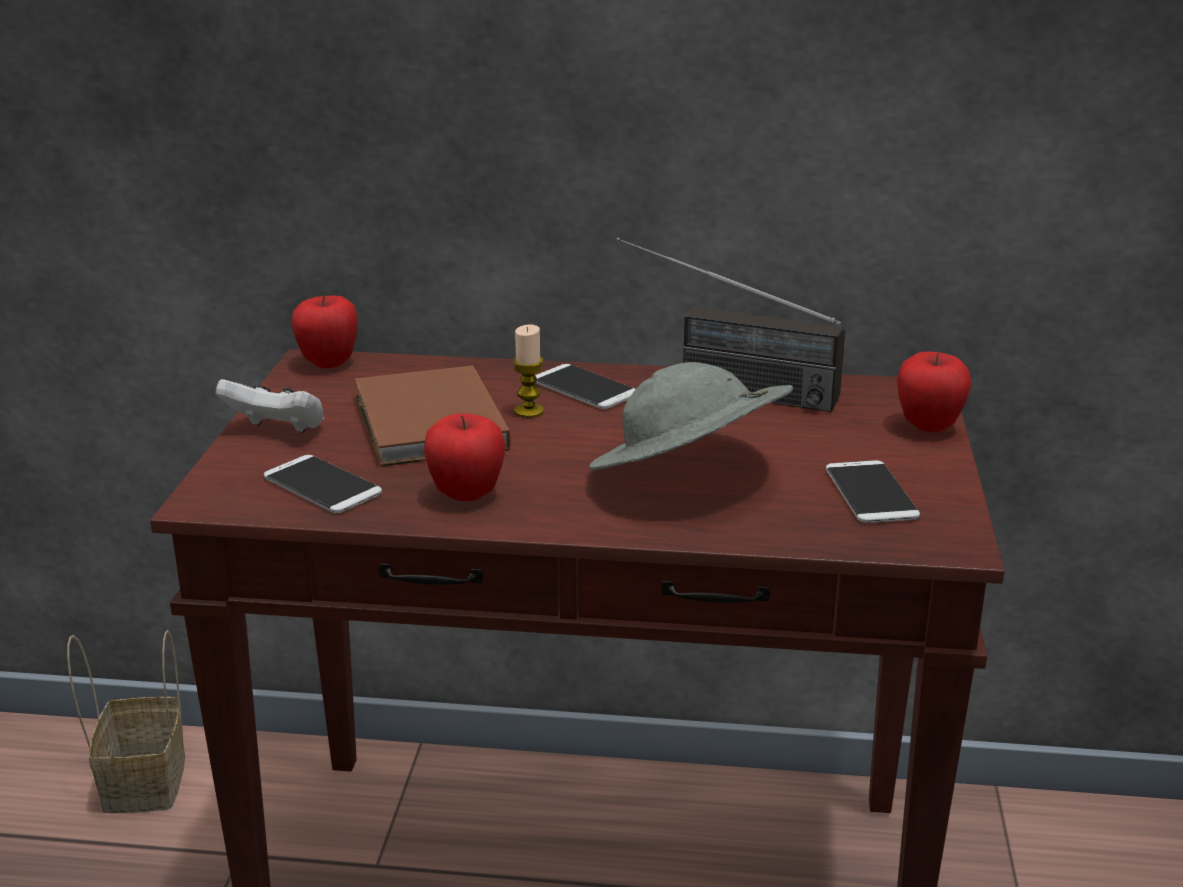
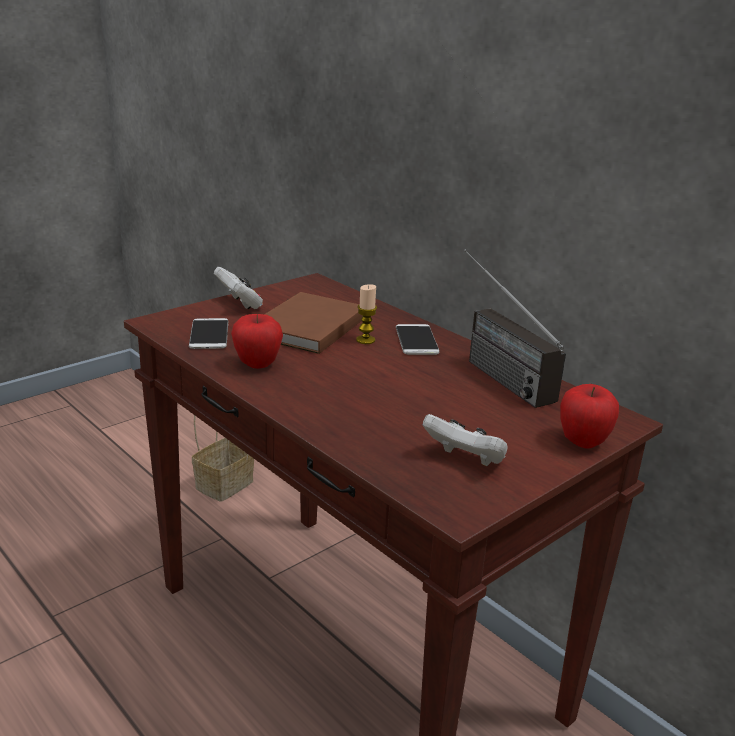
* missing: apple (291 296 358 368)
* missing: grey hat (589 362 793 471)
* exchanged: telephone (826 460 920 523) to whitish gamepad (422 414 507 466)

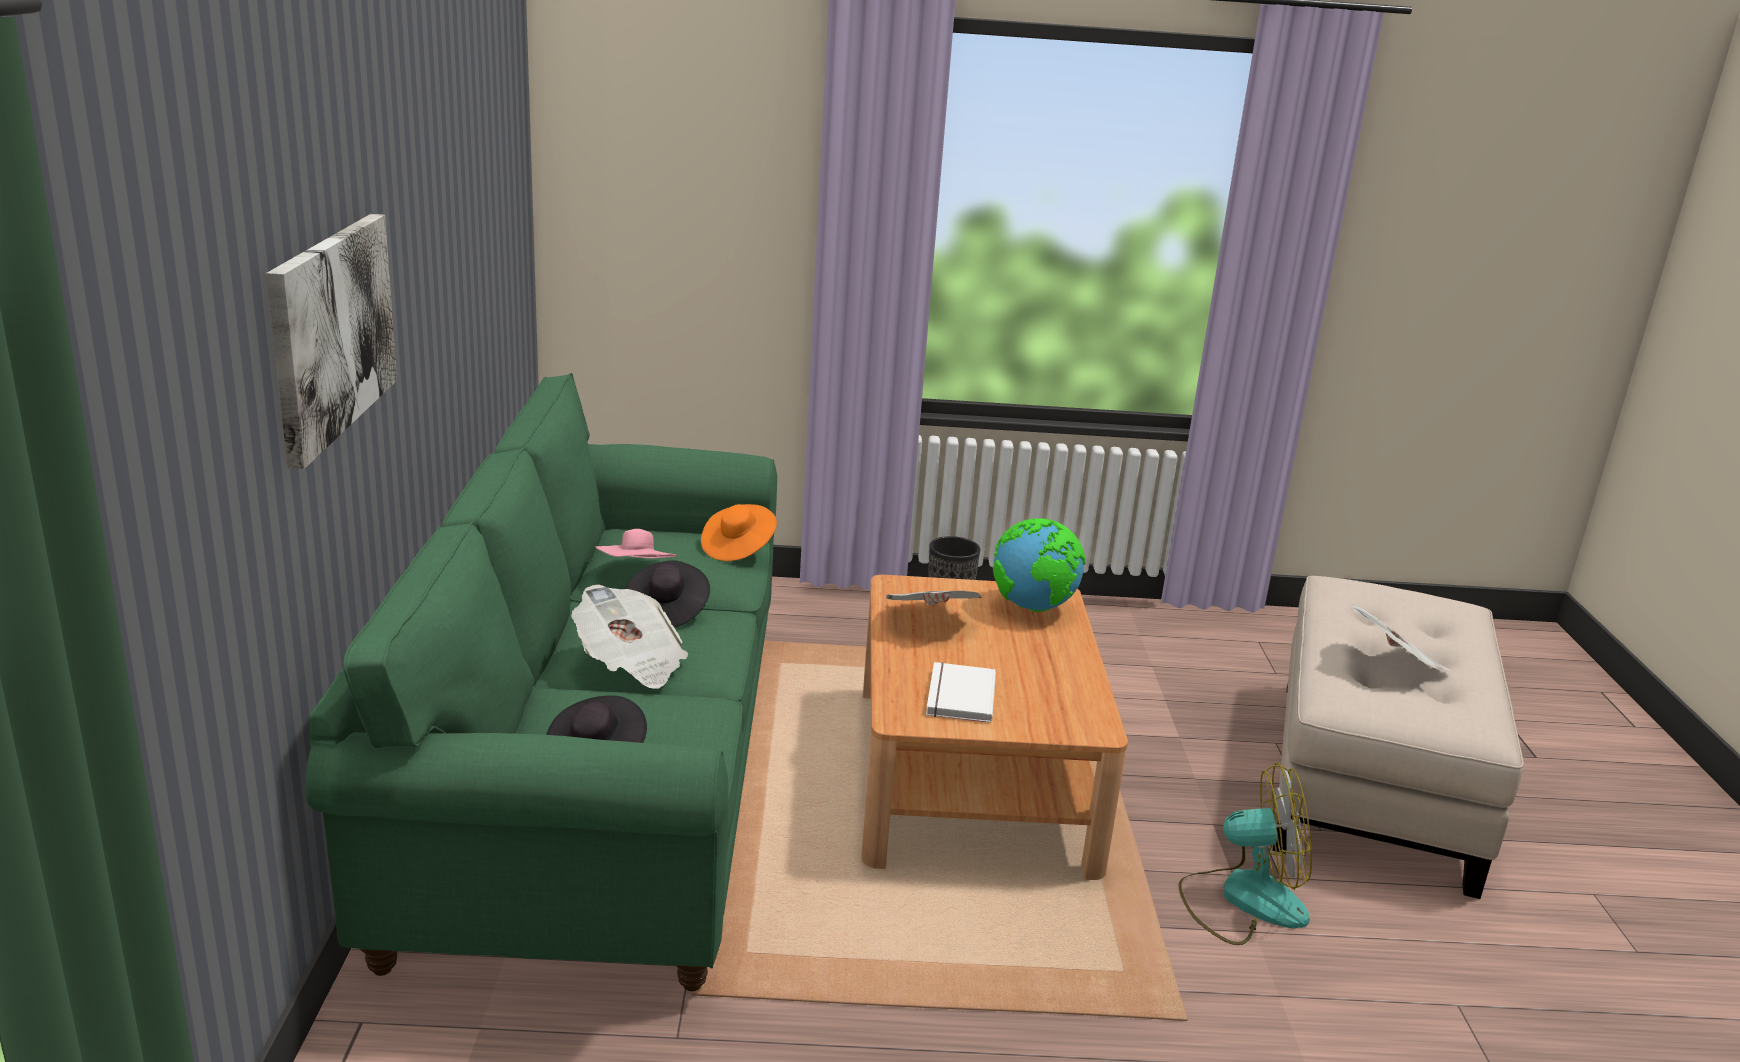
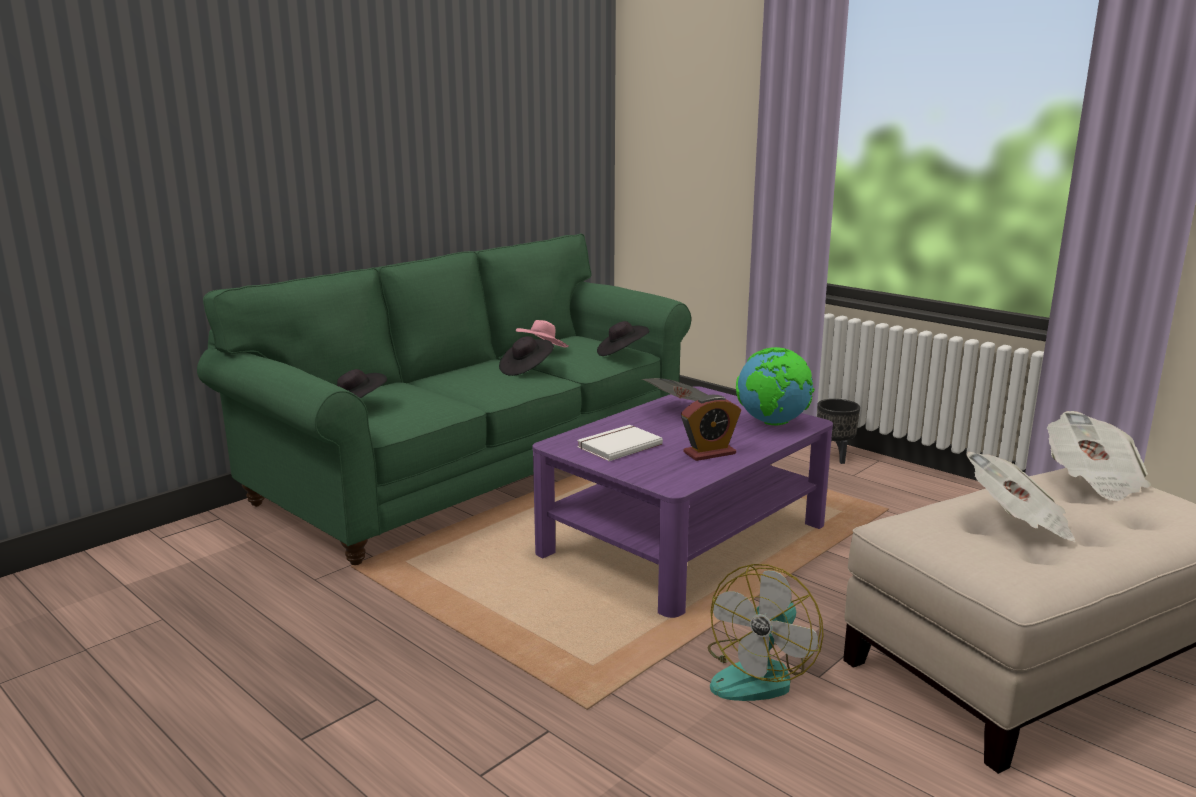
* missing: wall picture (266 214 397 469)
* relocated: newspaper (571 585 689 689) to (1047 411 1151 501)
* colour: orangey hat (701 504 777 561) to black-coloured hat (597 321 649 356)
* colour: brown coffee table (862 575 1128 880) to purplish coffee table (532 386 833 618)
* spun: fan (1178 763 1312 945) = (708 564 824 701) 75 degrees clockwise
* appeared: table clock (681 395 741 461)

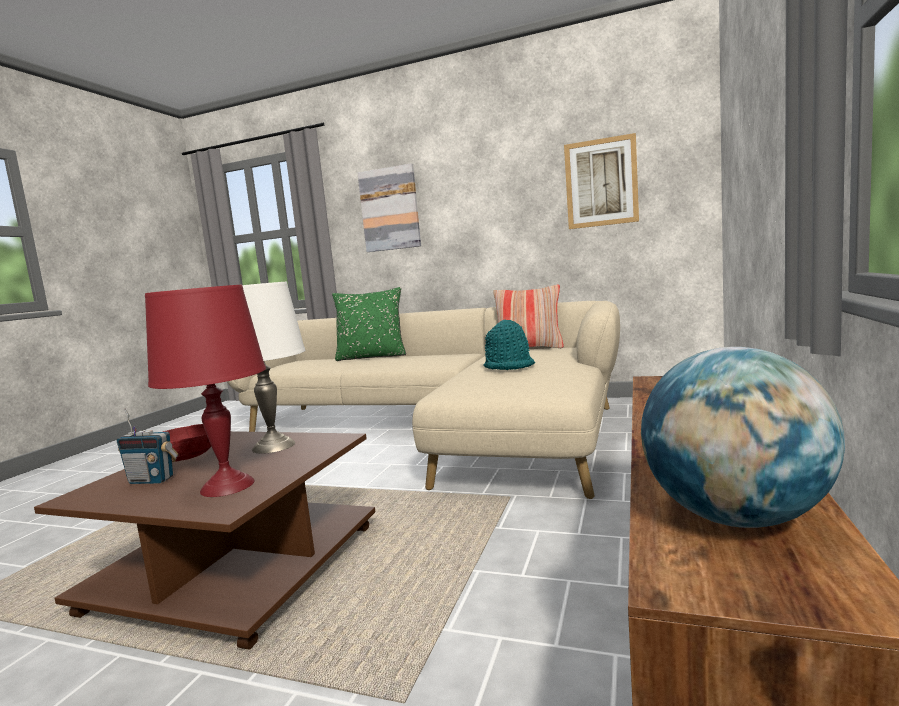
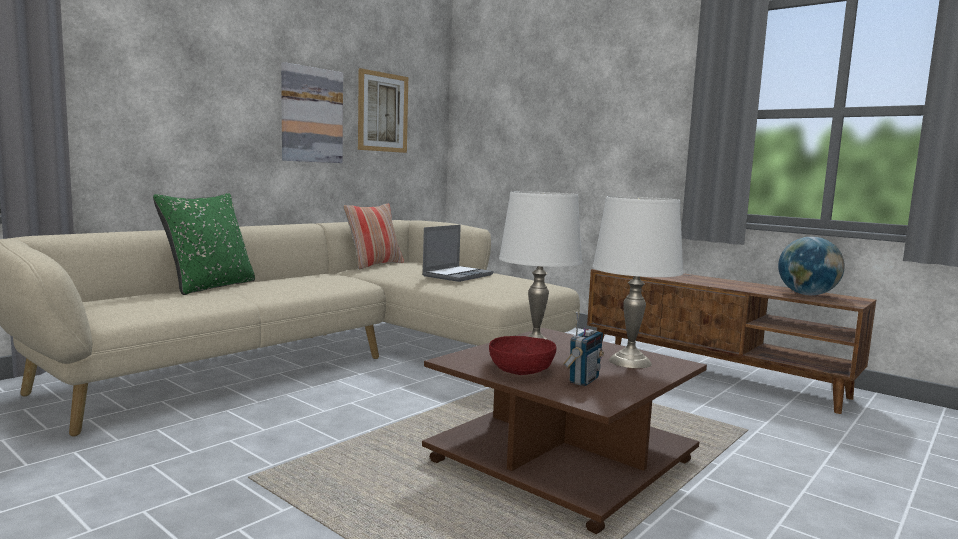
* colour: red-coloured table lamp (145 285 266 497) to whitish table lamp (593 196 683 368)
* relocated: wall picture (358 164 421 252) to (281 62 343 163)
* exchanged: turquoise hat (484 320 535 370) to notebook computer (422 225 493 282)

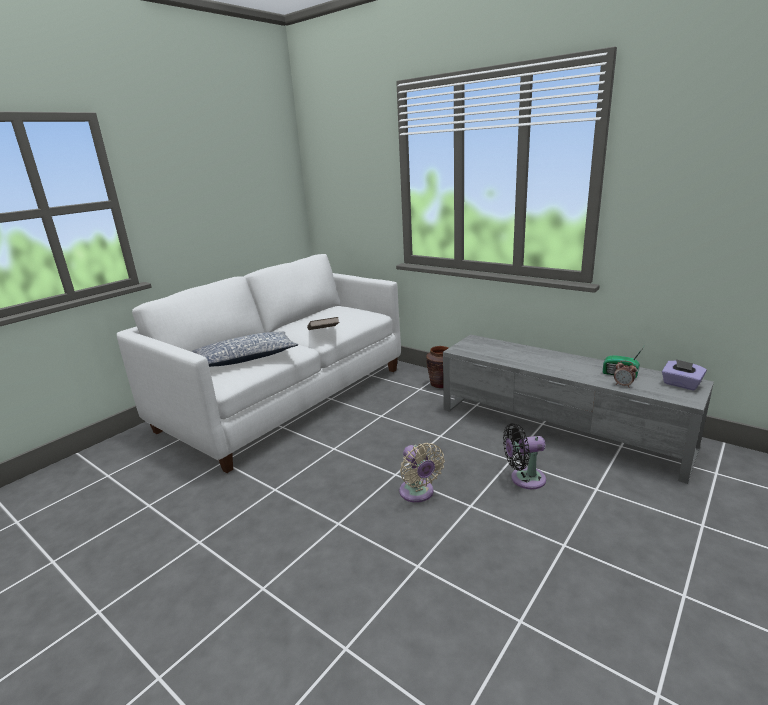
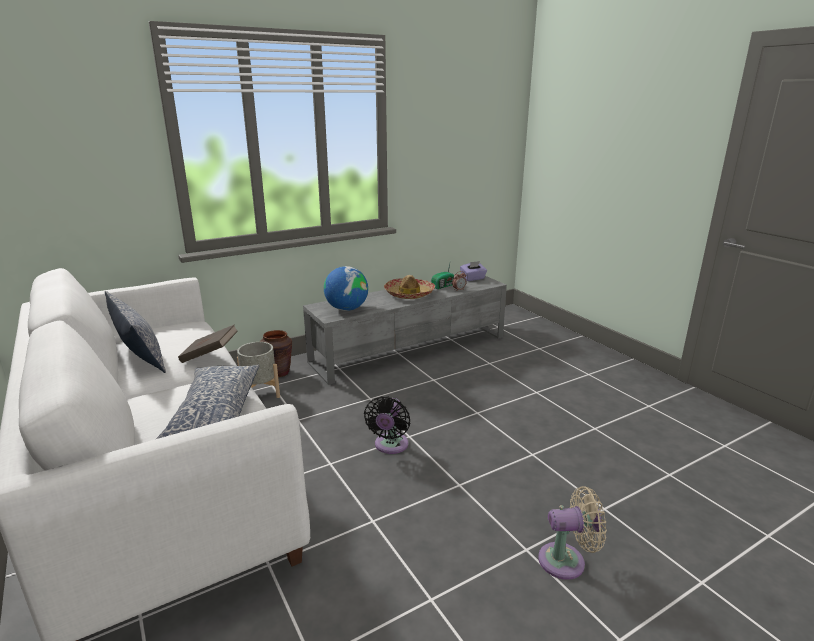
* relocated: sand-coloured fan (399 443 445 503) to (538 486 607 580)
* relocated: black-coloured fan (503 423 546 489) to (364 396 410 454)
* appeared: pillow (105 291 166 373)
* appeared: grey plant pot (237 342 280 398)
* appeared: world globe (324 266 368 311)
* appeared: hat (384 275 435 299)

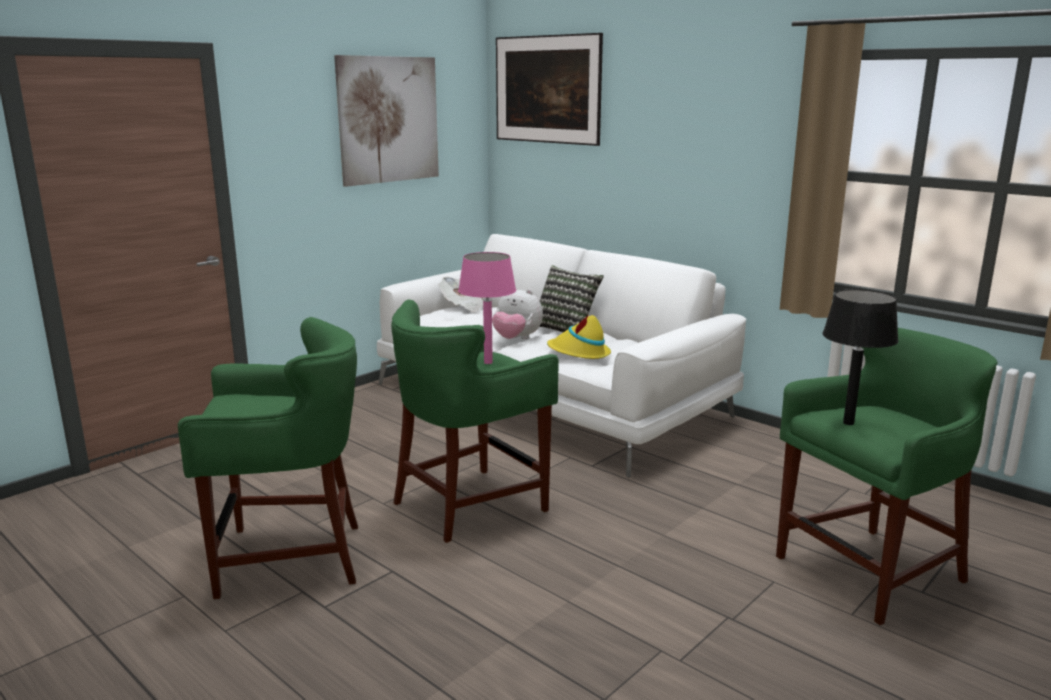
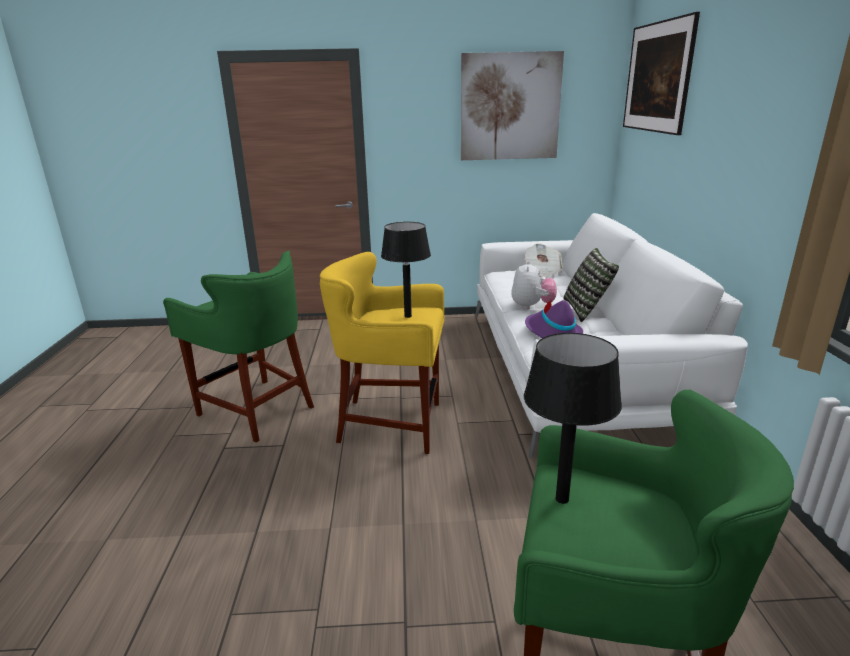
* colour: greenish stool (391 299 559 543) to yellowish stool (320 252 445 454)
* colour: pink-coloured table lamp (458 252 516 364) to black-coloured table lamp (381 222 431 318)
* spun: plush toy (492 289 543 339) = (511 261 557 310) 150 degrees counterclockwise
* colour: yellowish hat (547 315 611 359) to purplish hat (525 299 583 338)

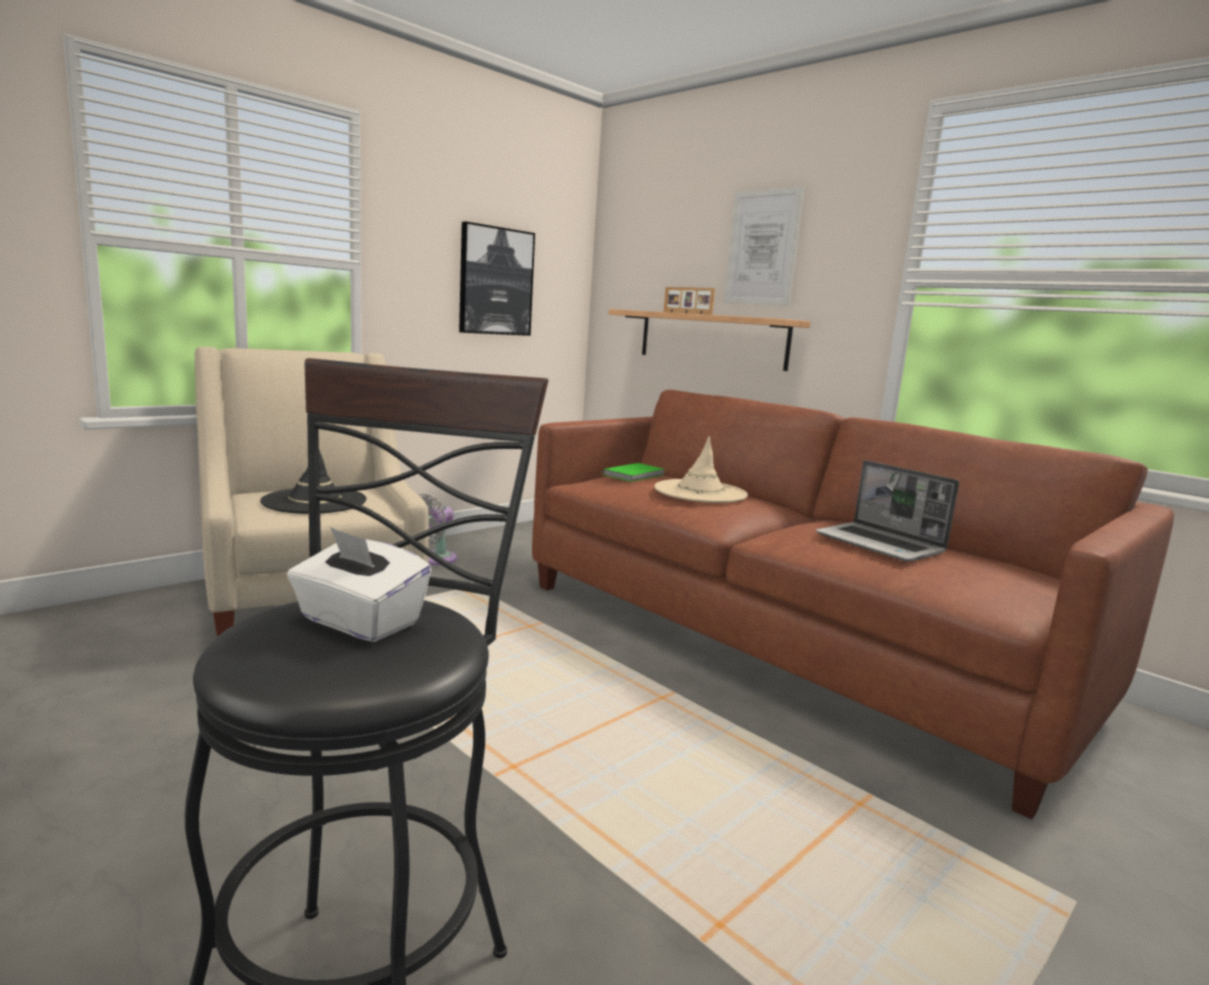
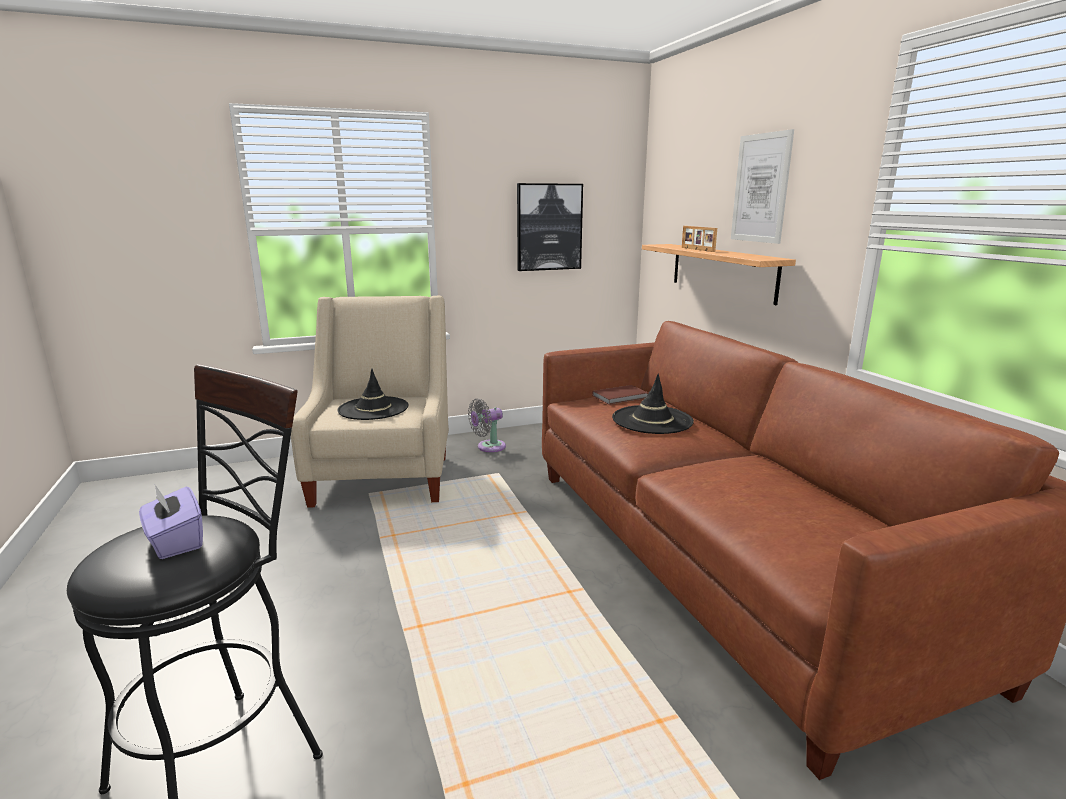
* colour: whitish tissue holder (287 527 431 642) to purplish tissue holder (139 485 203 559)
* colour: greenish bound book (602 463 664 482) to brown bound book (592 385 648 405)
* colour: sand-coloured hat (654 437 748 503) to black-coloured hat (612 374 694 434)
* missing: notebook computer (816 460 959 562)

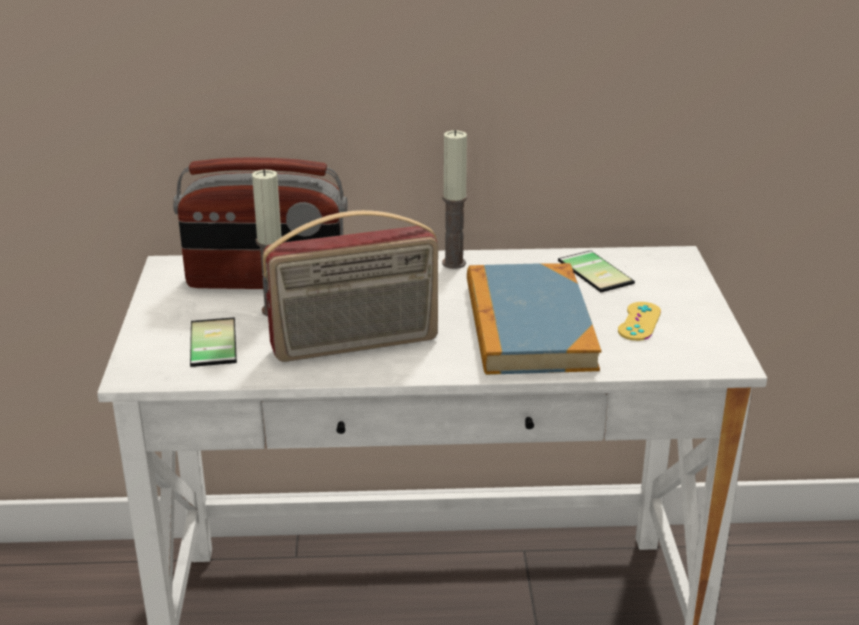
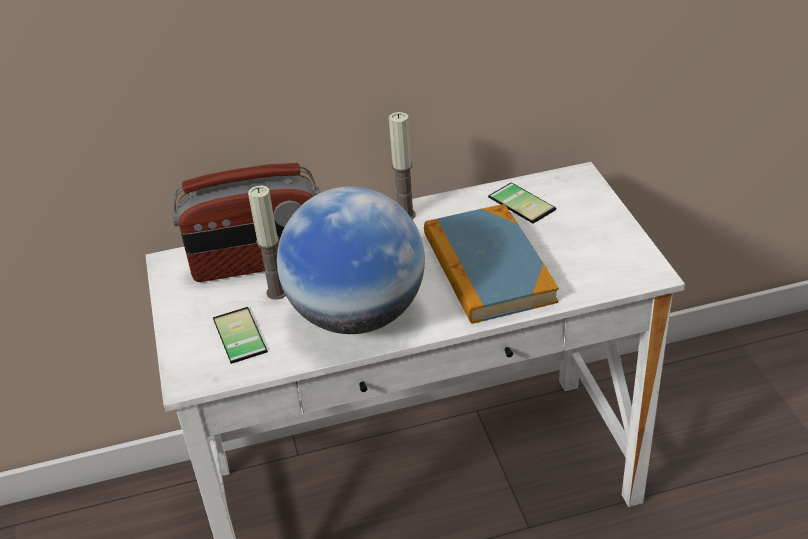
* exchanged: radio (263 210 438 362) to world globe (277 186 425 334)
* missing: yellowish gamepad (618 302 661 341)

